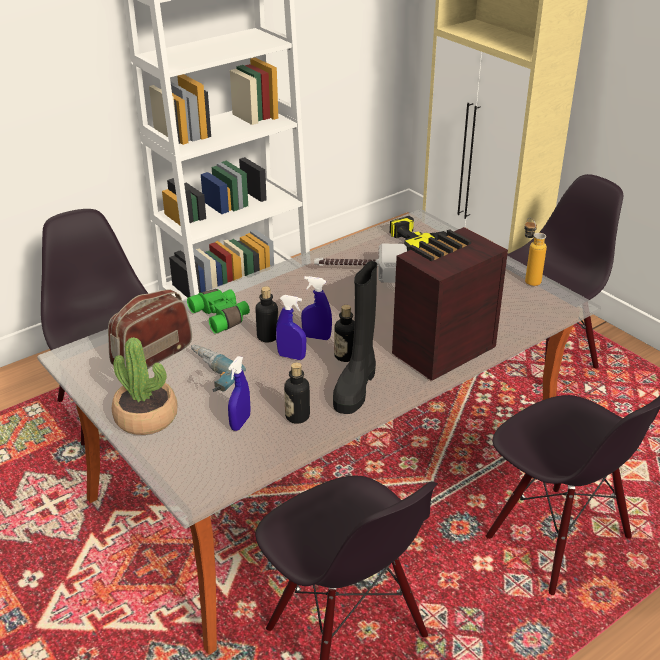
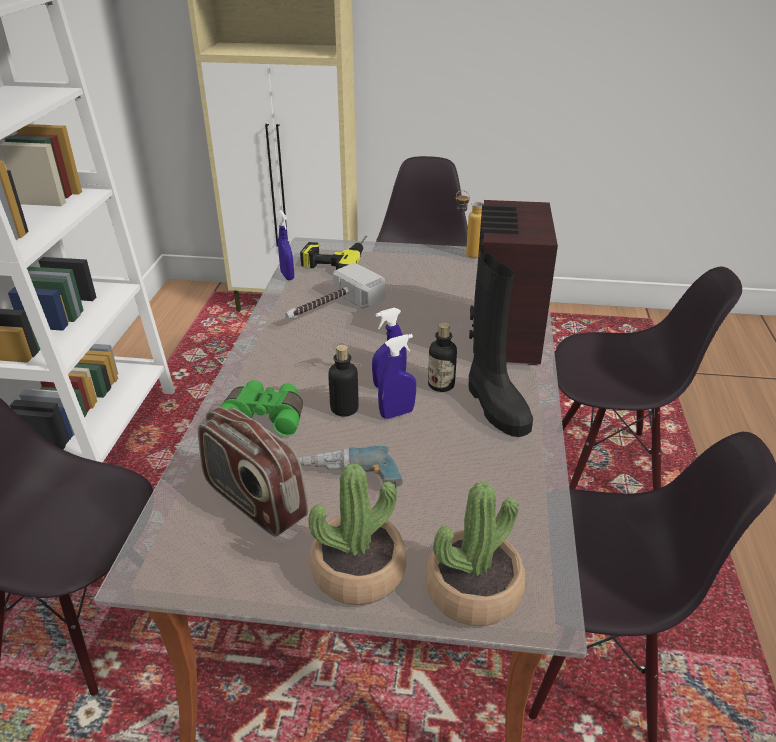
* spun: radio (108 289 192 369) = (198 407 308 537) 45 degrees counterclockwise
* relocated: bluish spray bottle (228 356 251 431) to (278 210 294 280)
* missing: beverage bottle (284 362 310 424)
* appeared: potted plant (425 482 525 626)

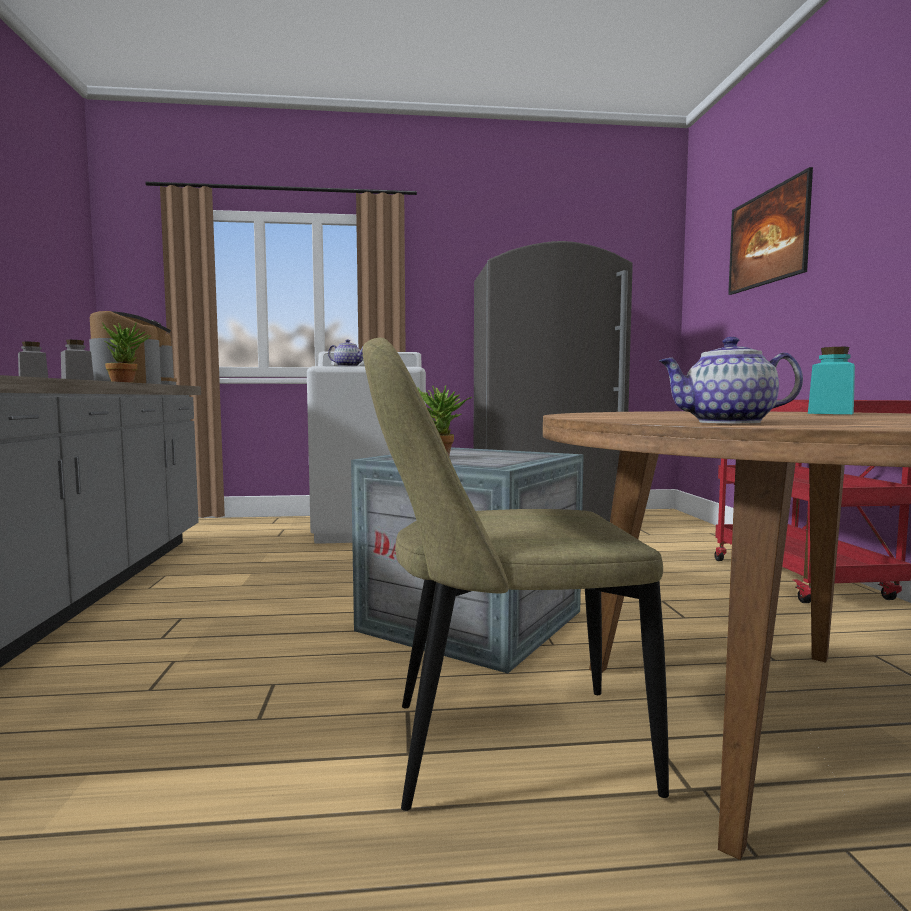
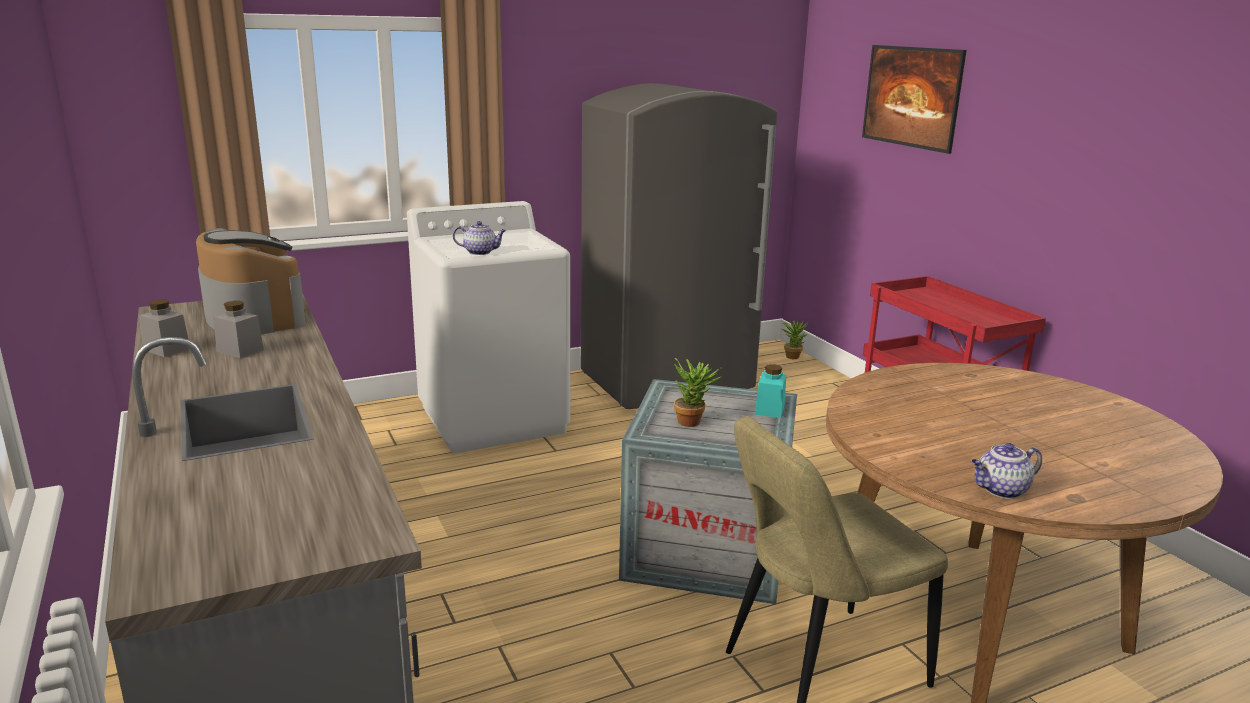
* relocated: potted plant (102 322 150 383) to (781 320 809 359)
* relocated: turquoise storage jar (808 347 855 414) to (755 364 786 418)

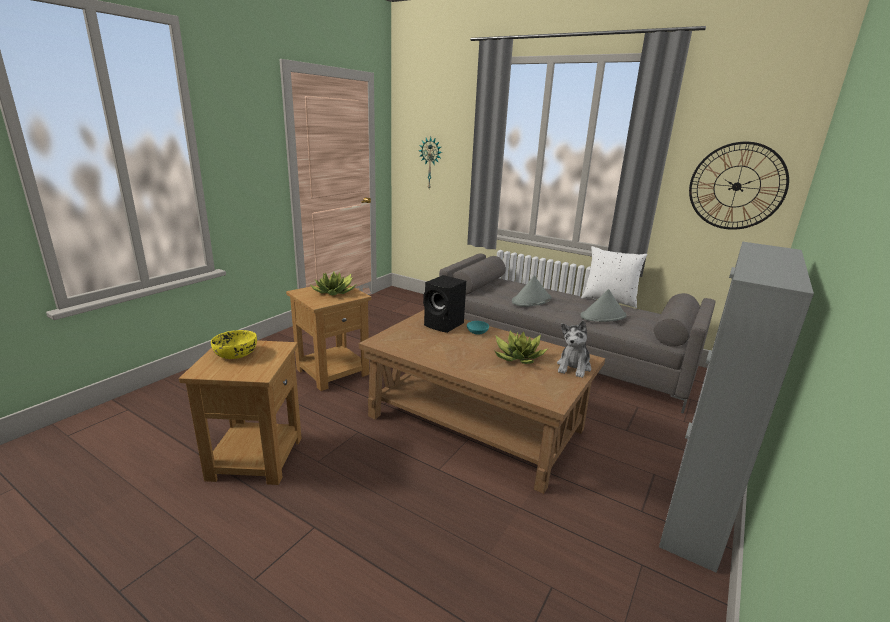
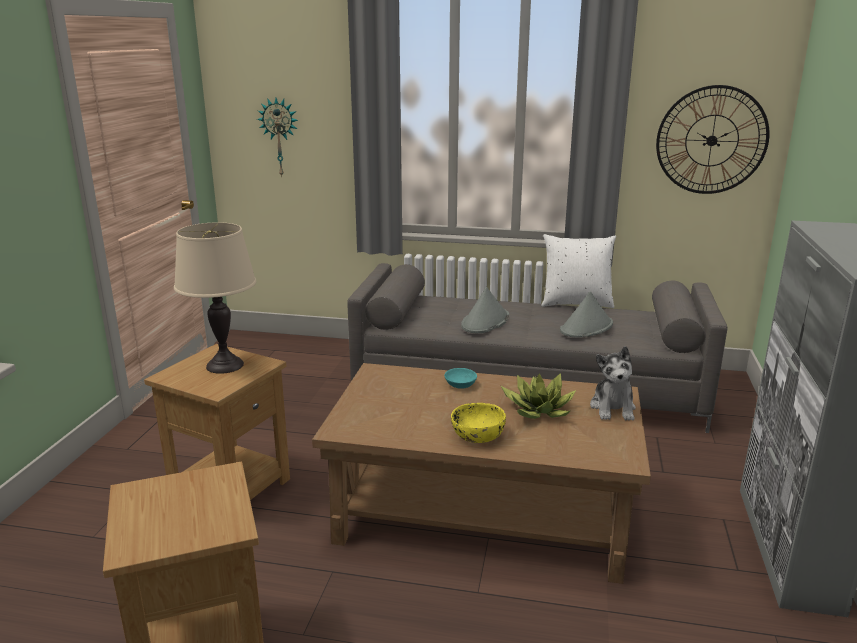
* relocated: yellowish bowl (211 330 257 359) to (451 403 506 443)
* exchanged: potted plant (309 271 356 295) to sand-coloured table lamp (174 222 256 374)
* missing: black-coloured audio speaker (423 275 466 333)

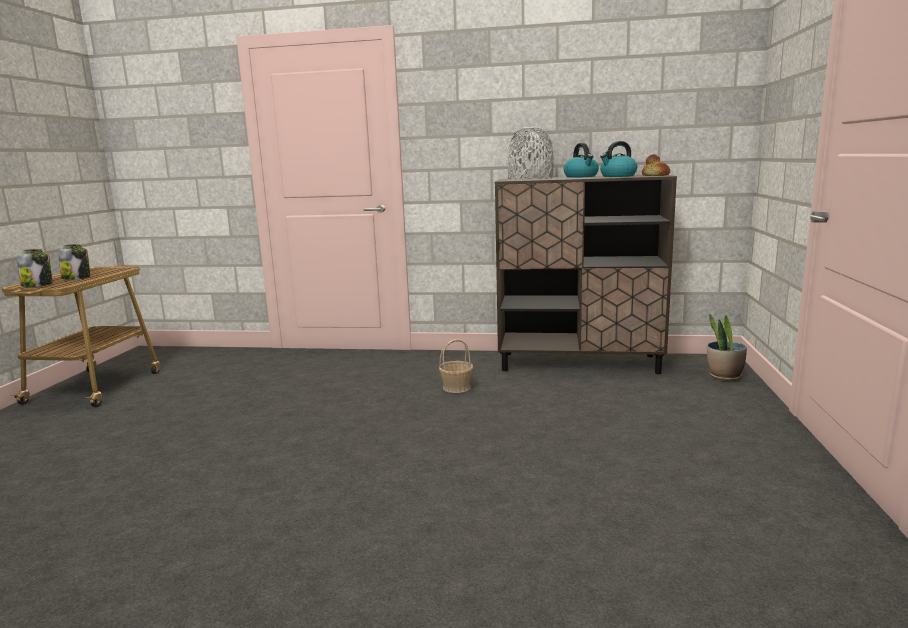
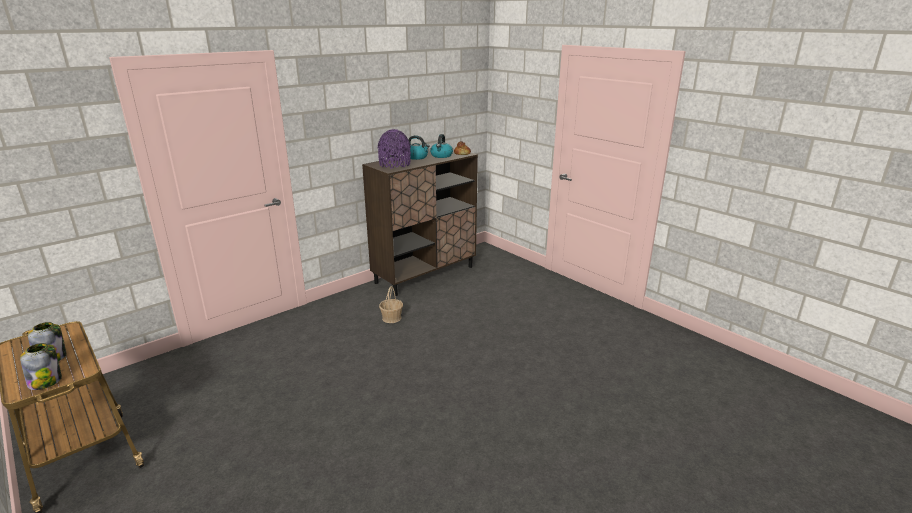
* colour: grey decorative vase (507 127 554 180) to purplish decorative vase (377 129 411 169)
* missing: potted plant (707 314 747 381)

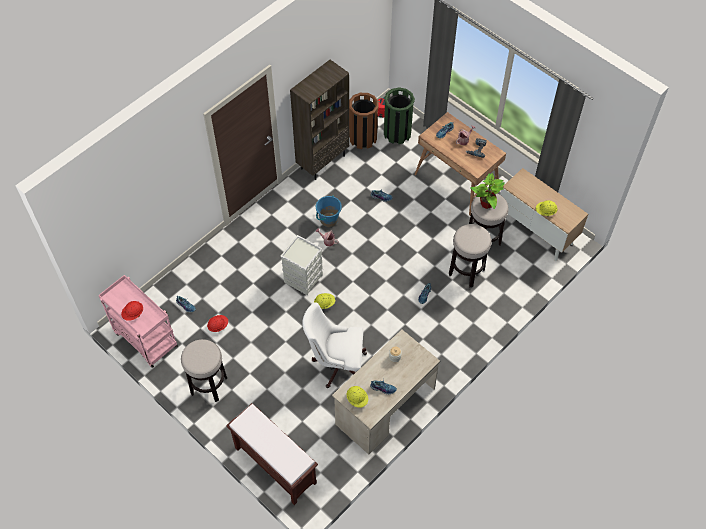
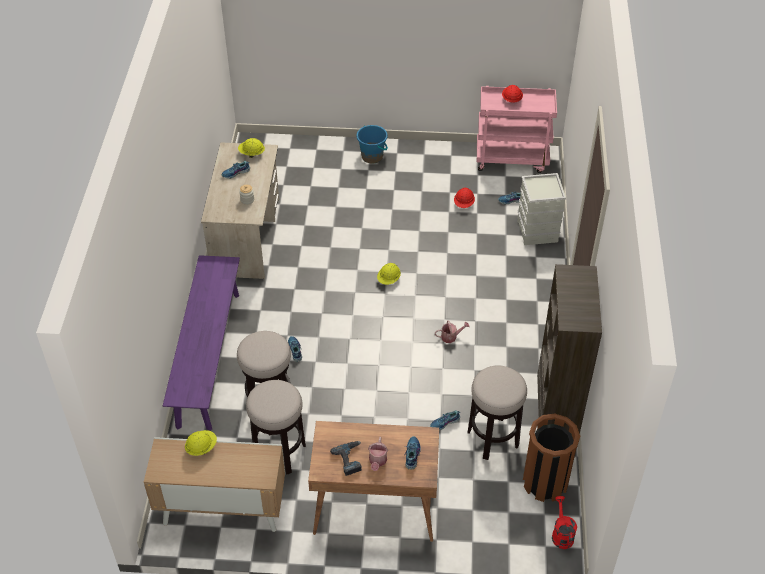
* relocated: stool (181 339 227 402) to (467 366 527 460)
* missing: brown indoor bench (226 403 318 505)
* relocated: grey storage box (281 235 323 295) to (517 173 566 245)
* missing: whitish desk chair (302 302 367 388)
* relocated: bluish pail (316 196 342 227) to (356 125 388 164)
* missing: greenish waste bin (384 87 415 144)
* missing: potted plant (470 173 505 209)
* appeared: purplish indoor bench (163 255 240 431)

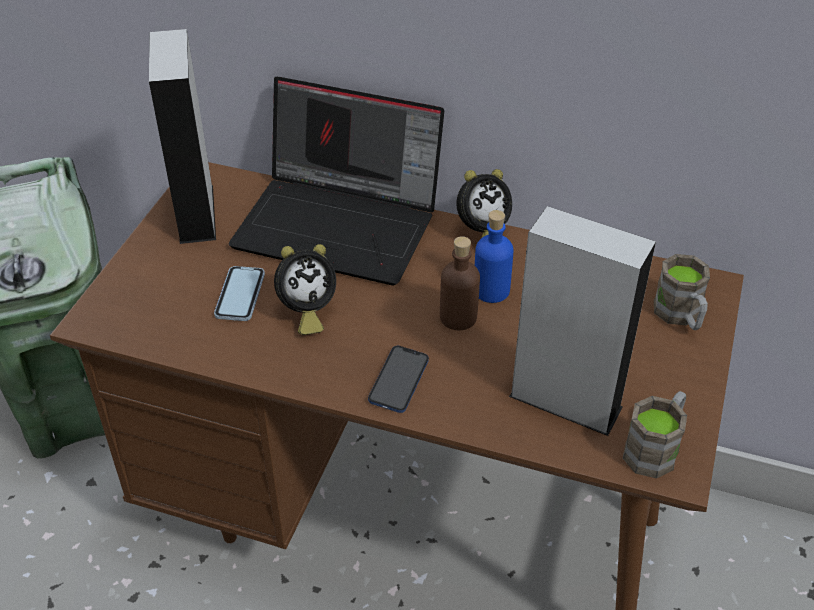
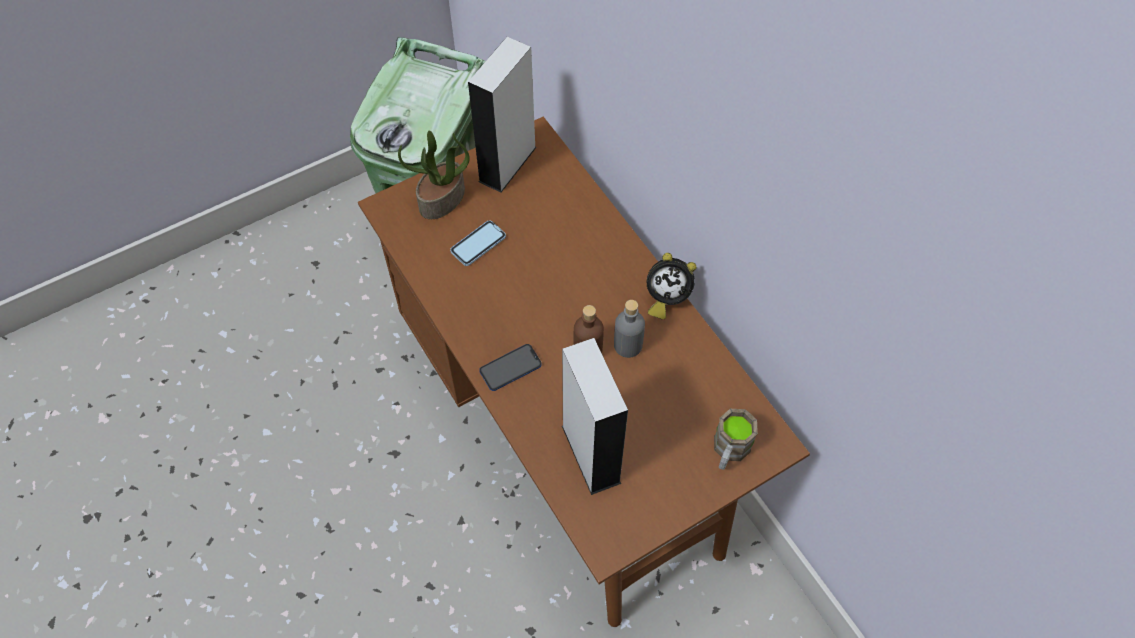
* missing: notebook computer (229 77 444 286)
* missing: table clock (274 244 336 335)
* colour: bluish beverage bottle (475 210 514 303) to grey beverage bottle (614 300 645 358)
* missing: brown mug (623 391 687 478)
* appeared: potted plant (398 131 470 219)

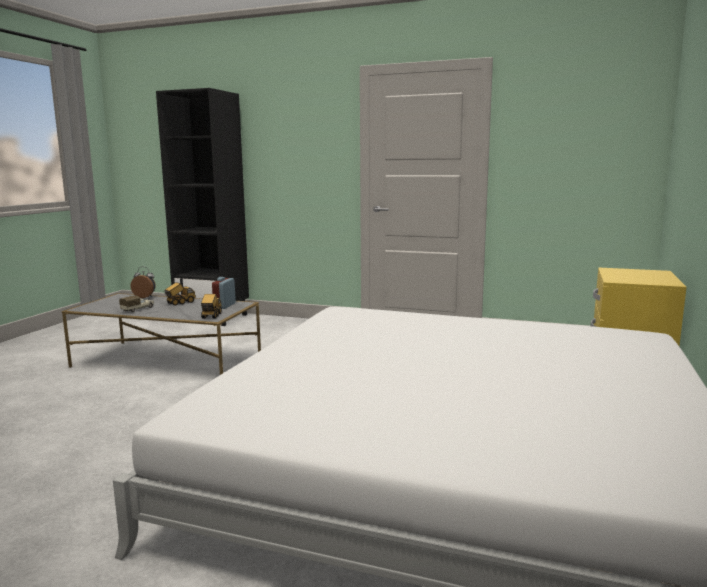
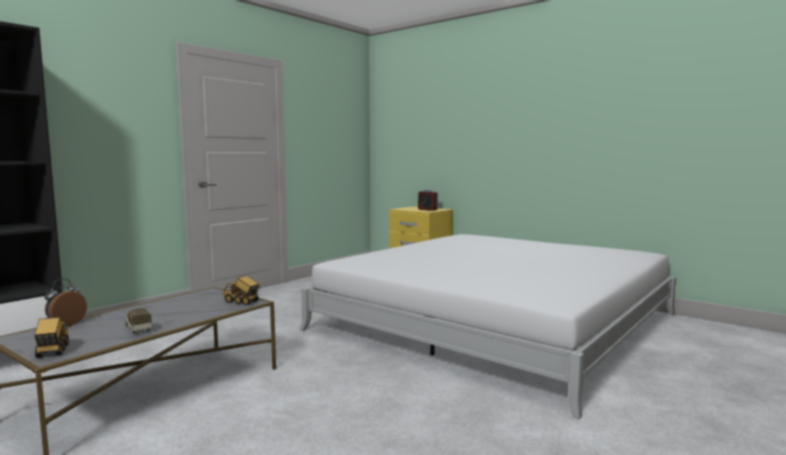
* relocated: model truck (164 282 196 306) to (34 317 69 358)
* relocated: table clock (212 277 236 309) to (418 189 438 211)

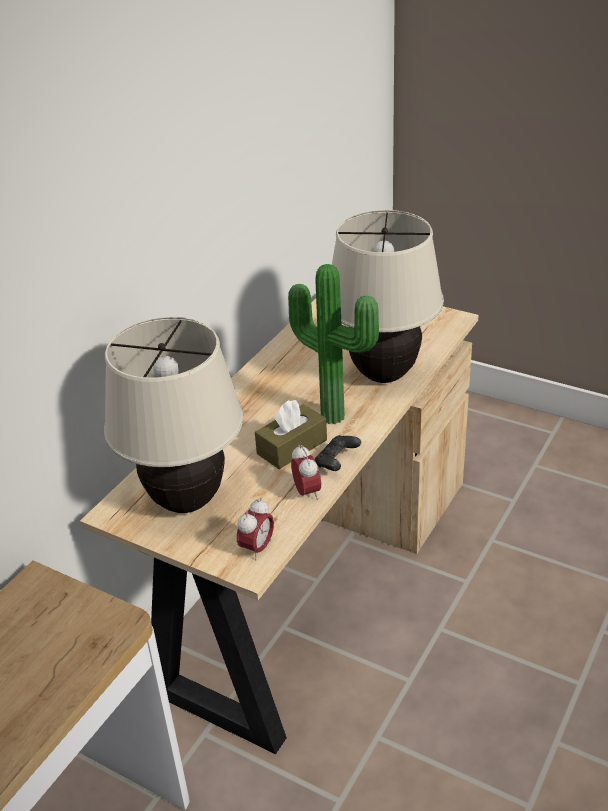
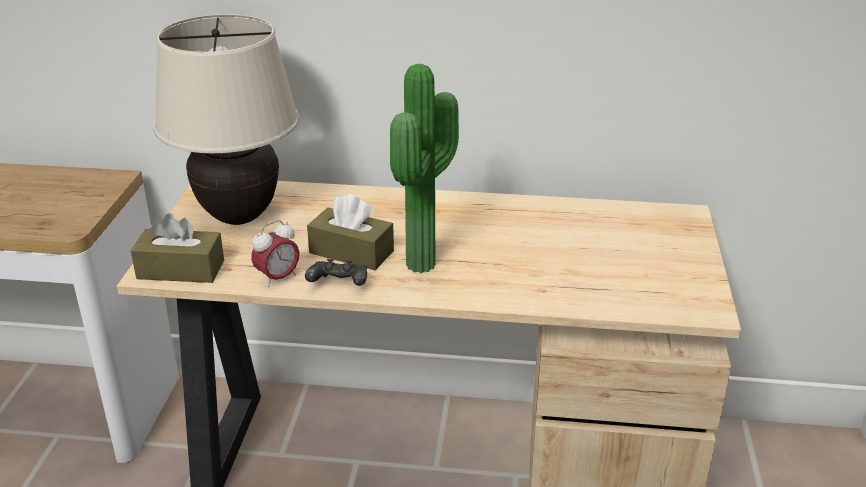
* exchanged: table clock (237 498 274 560) to brown tissue holder (131 213 224 283)
* missing: sand-coloured table lamp (332 210 444 383)

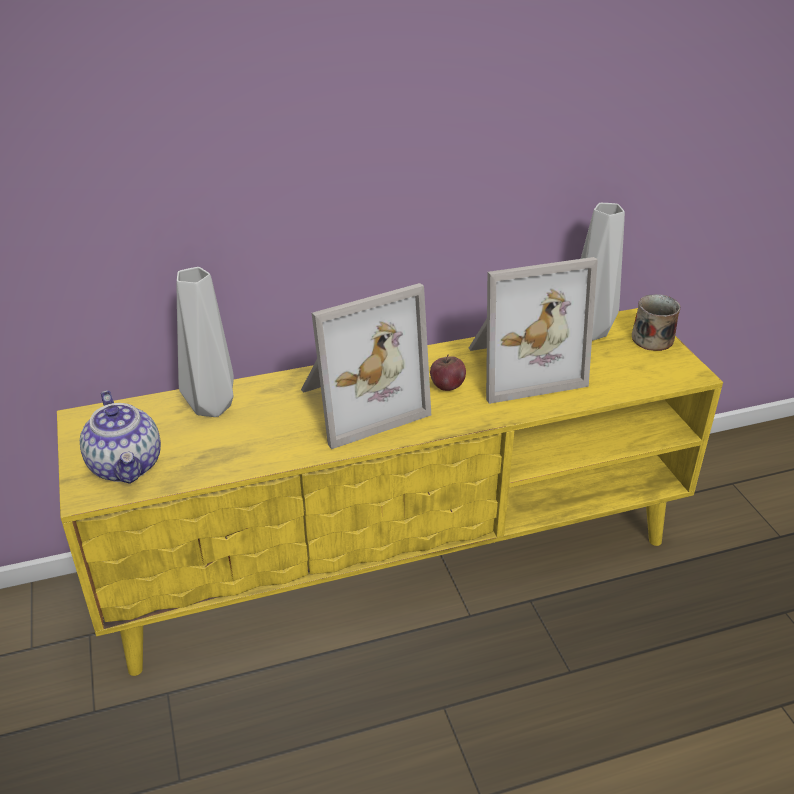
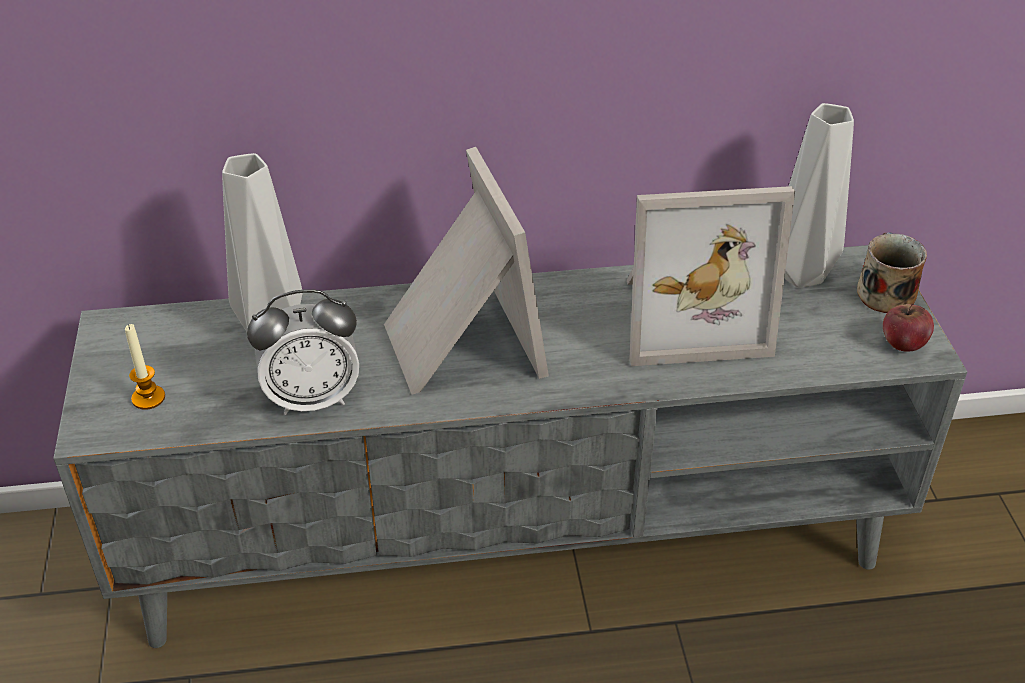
* colour: yellowish media console (57 308 723 676) to grey media console (53 245 968 648)
* exchanged: pot for tea (80 391 161 484) to wax candle (125 324 165 410)
* spun: picture frame (301 283 431 449) = (384 147 549 395) 90 degrees counterclockwise
* relocated: apple (430 355 466 391) to (883 303 934 352)
* appeared: table clock (247 290 359 415)

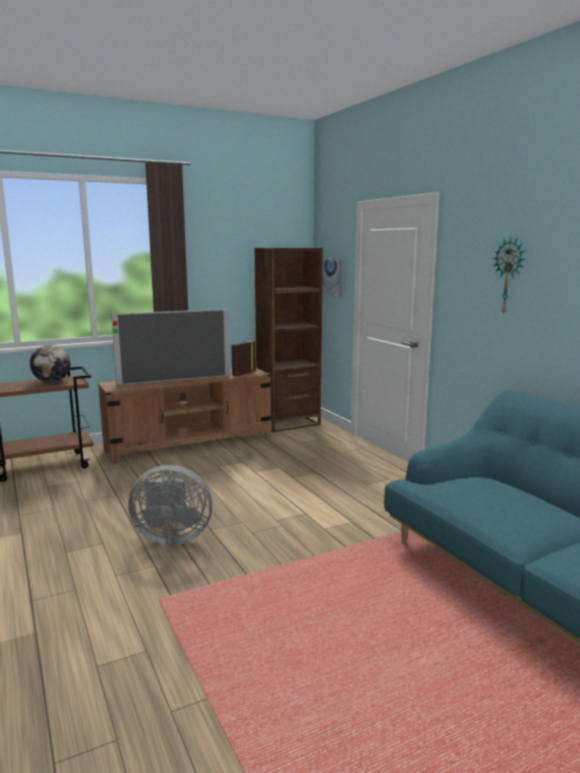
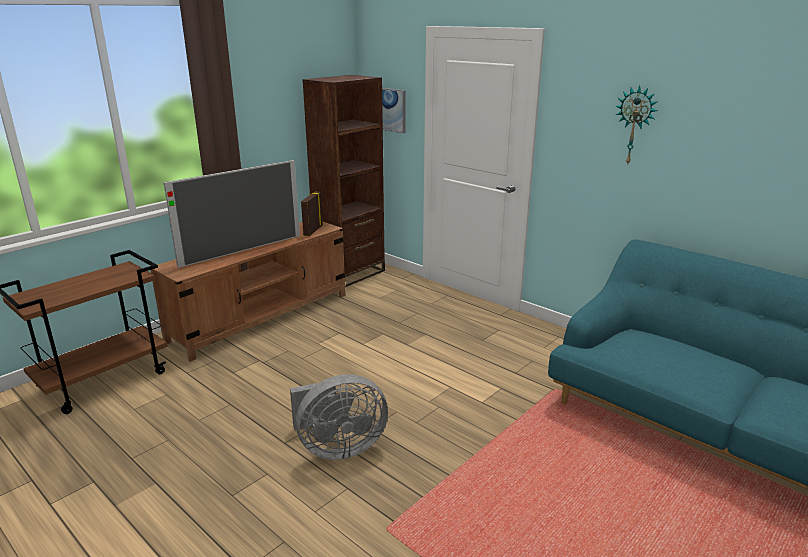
* missing: world globe (30 345 70 383)

